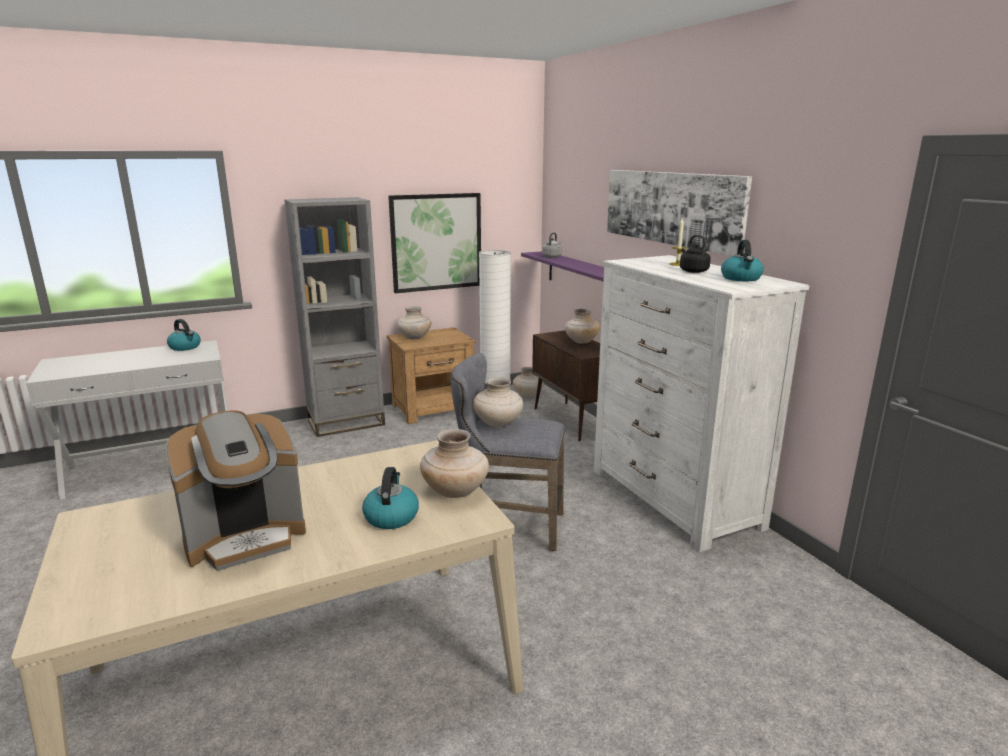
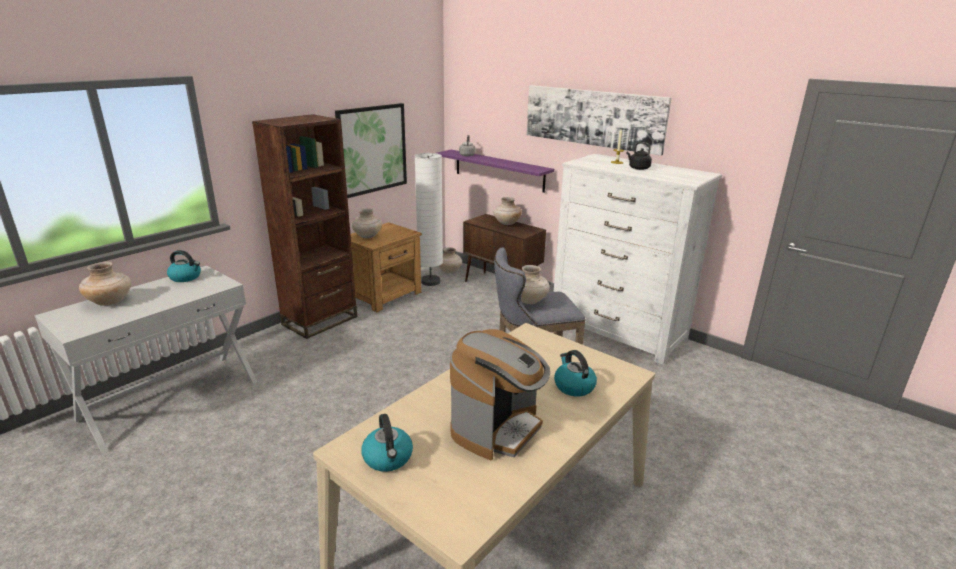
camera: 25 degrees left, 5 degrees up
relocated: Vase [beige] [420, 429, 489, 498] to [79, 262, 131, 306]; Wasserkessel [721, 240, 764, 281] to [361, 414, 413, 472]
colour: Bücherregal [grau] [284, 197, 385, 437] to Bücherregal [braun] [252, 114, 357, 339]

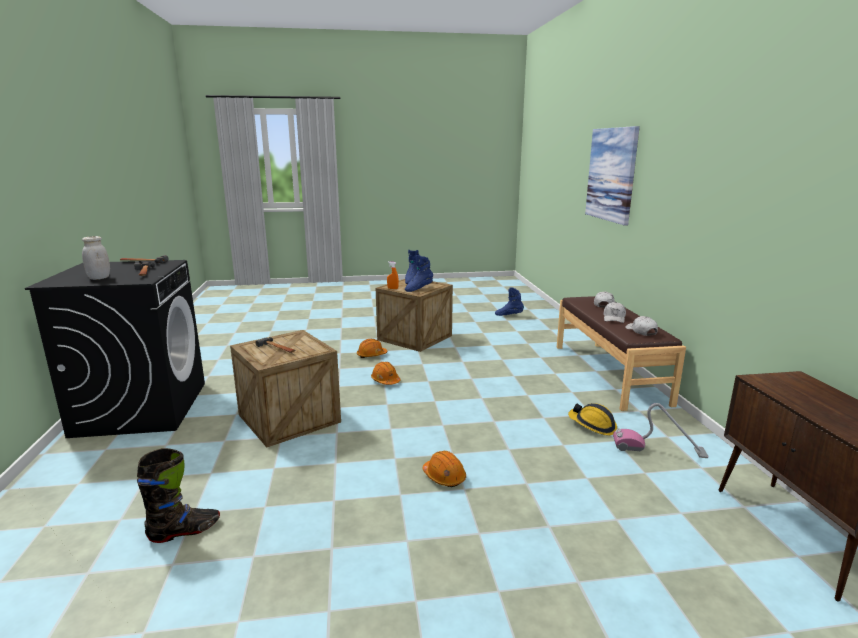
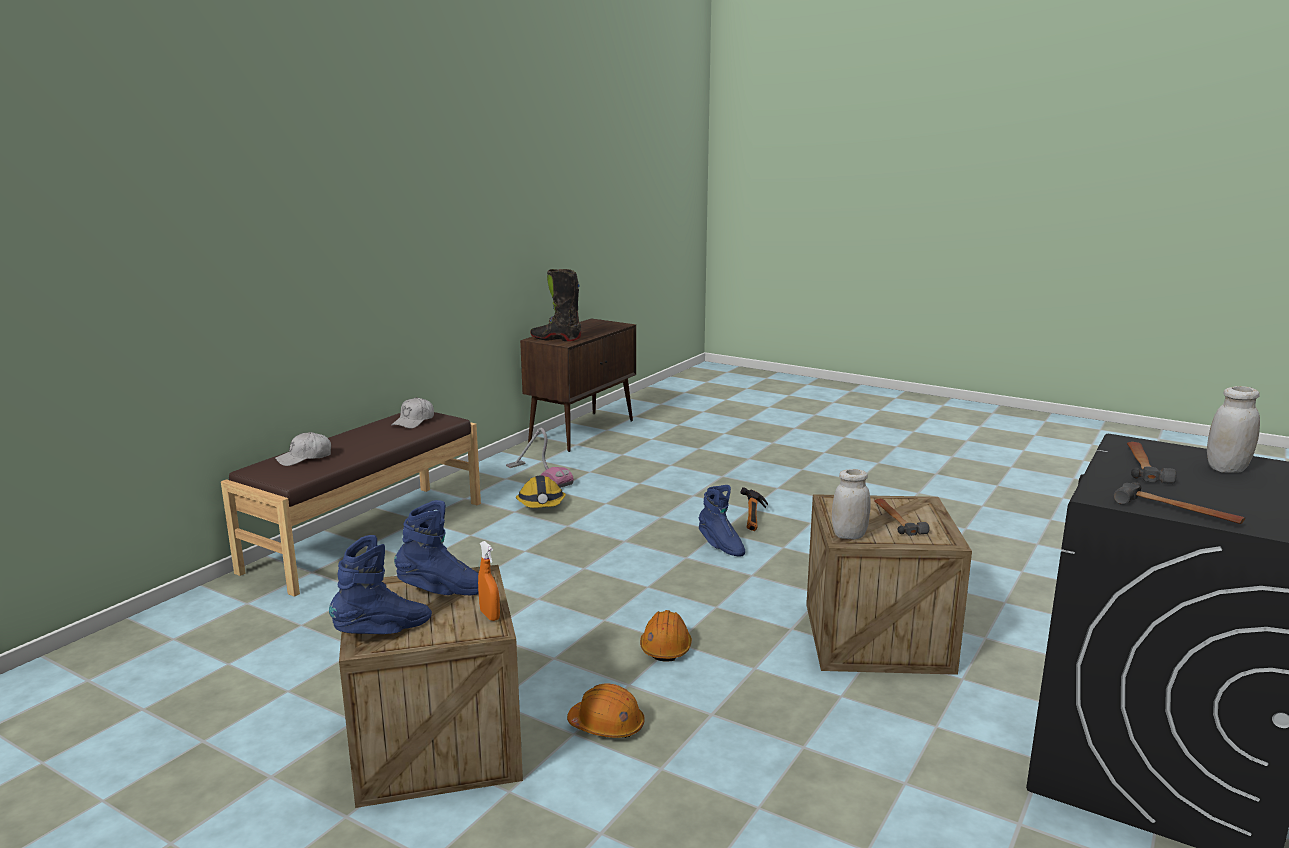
camera: 140 degrees left, 0 degrees up
missing: Bild [585, 126, 640, 226]; Kappe [weiß] [603, 302, 626, 323]
appeared: Vorratsglas [weiß] [832, 469, 871, 539]
relocated: Stiefel [schwarz] [137, 448, 220, 543] to [530, 269, 581, 341]; Stiefel [blau] [495, 287, 524, 316] to [698, 485, 745, 557]
exchanged: Schutzhelm [orange] [422, 451, 466, 487] to Hammer [741, 487, 768, 531]

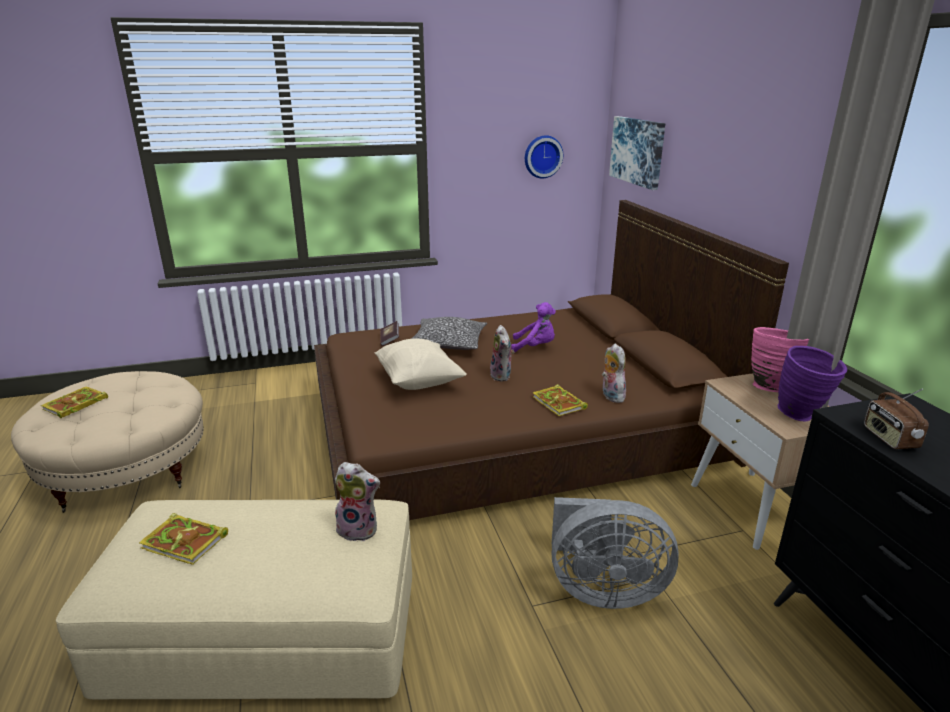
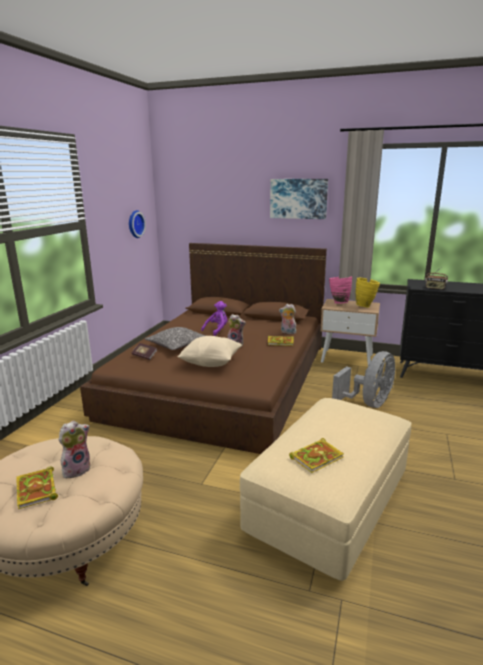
camera: 55 degrees left, 5 degrees down
relocated: Plüschtier [335, 462, 380, 541] to [59, 421, 91, 478]; Bild [609, 116, 665, 190] to [270, 179, 328, 219]
colour: Vase [lila] [777, 346, 847, 421] to Vase [gelb] [355, 278, 380, 308]

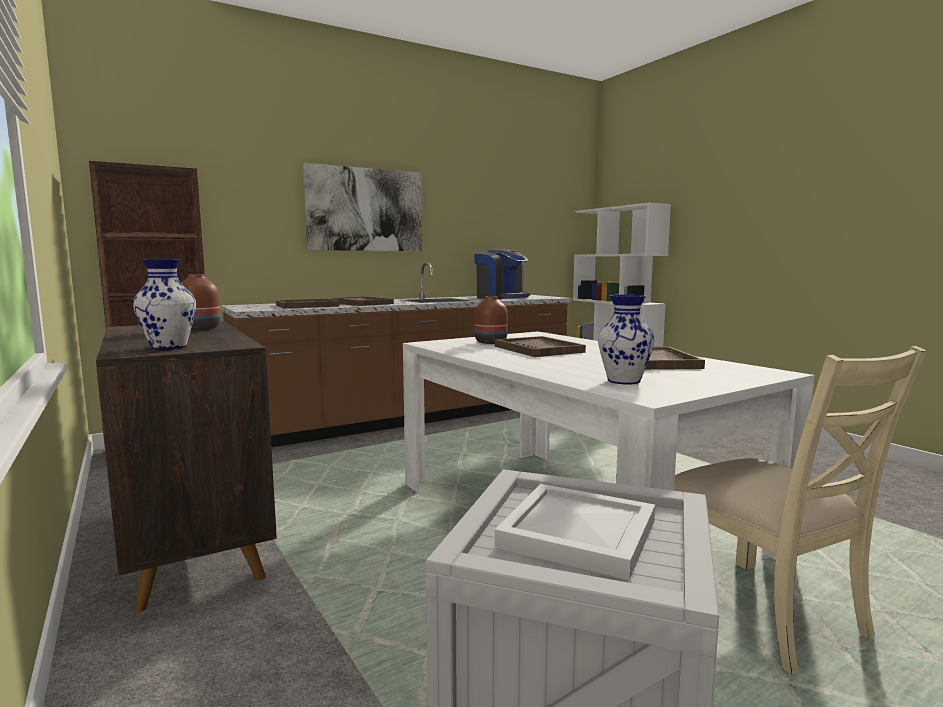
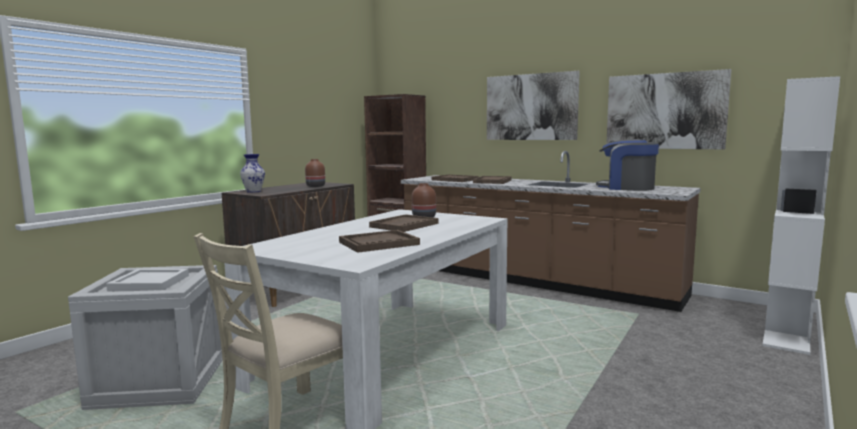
camera: 65 degrees right, 0 degrees up
missing: Vase [598, 294, 655, 385]
appeared: Bild [606, 69, 731, 149]
spun: Kaffeemaschine [474, 249, 530, 299] = [596, 139, 659, 191] 105 degrees clockwise

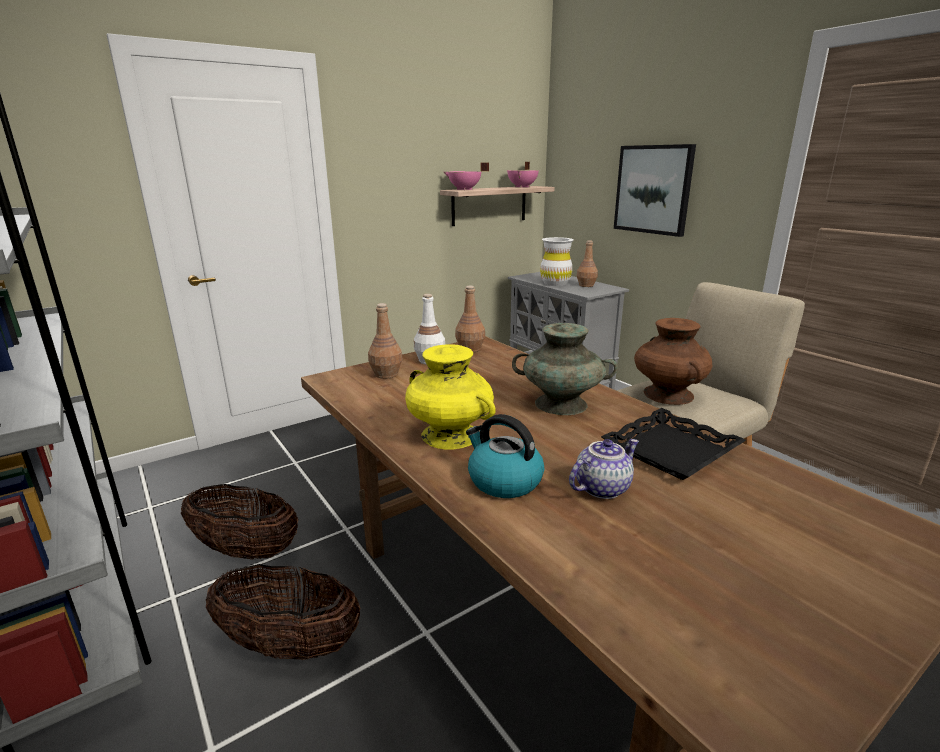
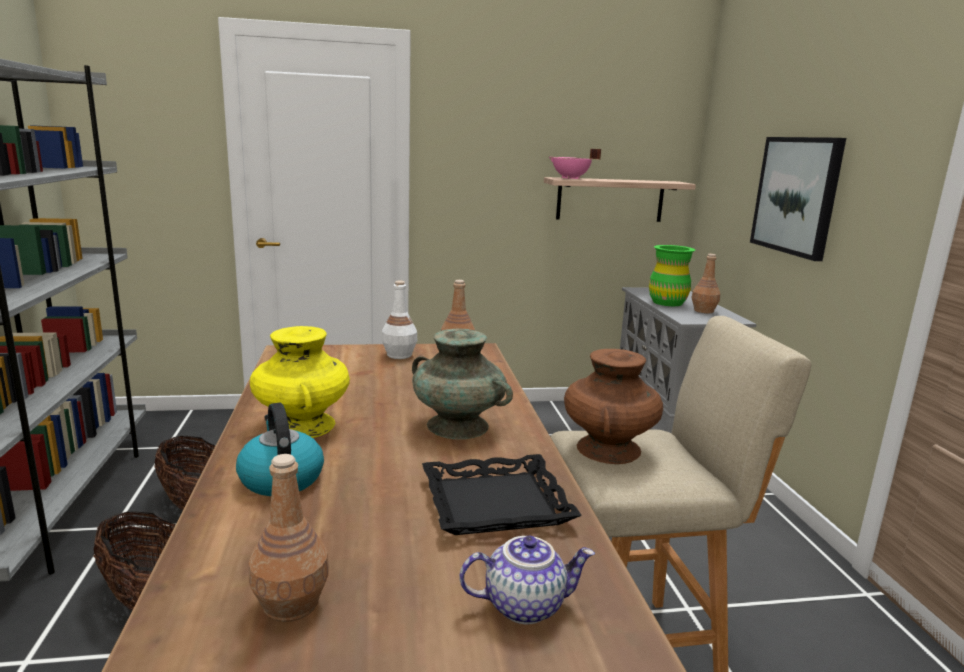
camera: 25 degrees right, 5 degrees down
missing: Kochtopf [rosa] [507, 162, 539, 188]
relocated: Flasche [braun] [368, 303, 403, 379] to [249, 454, 329, 622]; Teekanne [569, 439, 639, 499] to [459, 536, 595, 624]
colour: Vase [weiß] [540, 237, 574, 286] to Vase [grün] [649, 245, 695, 306]

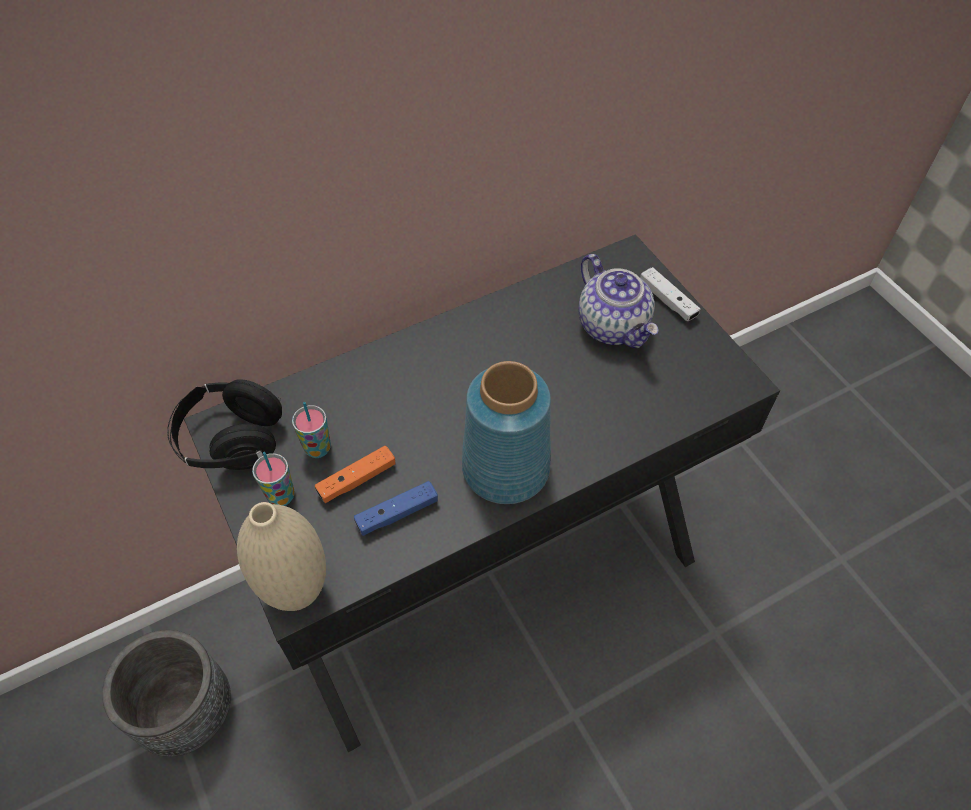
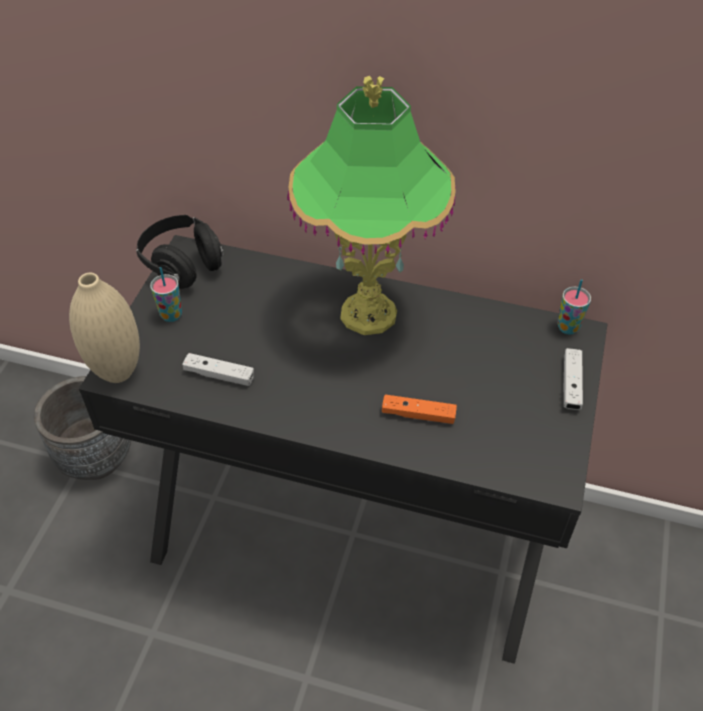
camera: 45 degrees right, 5 degrees down
missing: Vase [blau] [462, 361, 551, 504]; Teekanne [579, 254, 659, 348]
appeared: Tischlampe [287, 76, 456, 335]
relocated: Tasse [292, 402, 331, 458] to [558, 279, 591, 335]; Gamepad [orange] [315, 446, 395, 503] to [382, 394, 457, 424]
colour: Gamepad [blau] [354, 481, 438, 536] to Gamepad [weiß] [183, 353, 254, 386]

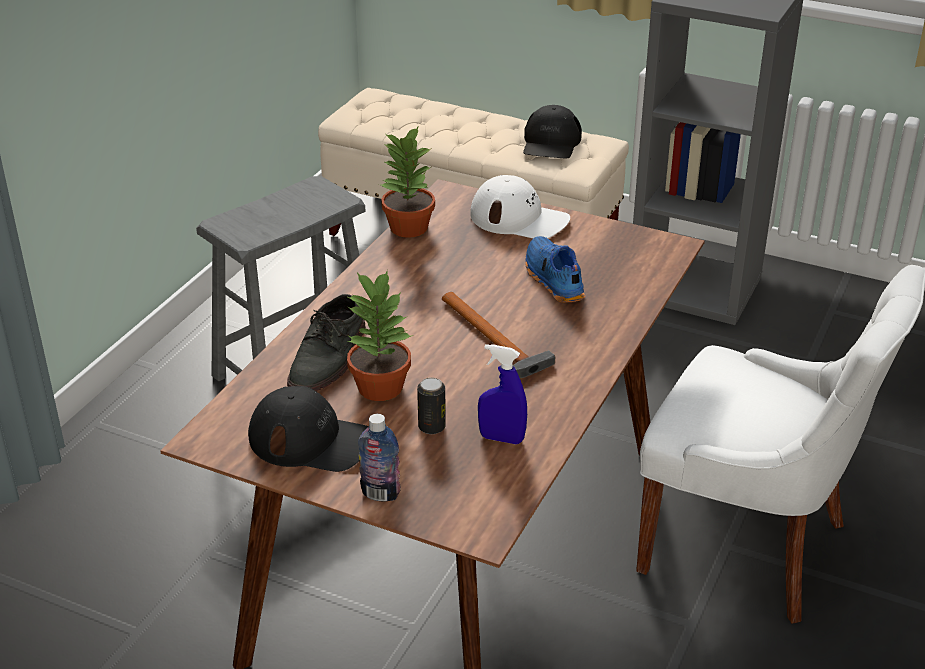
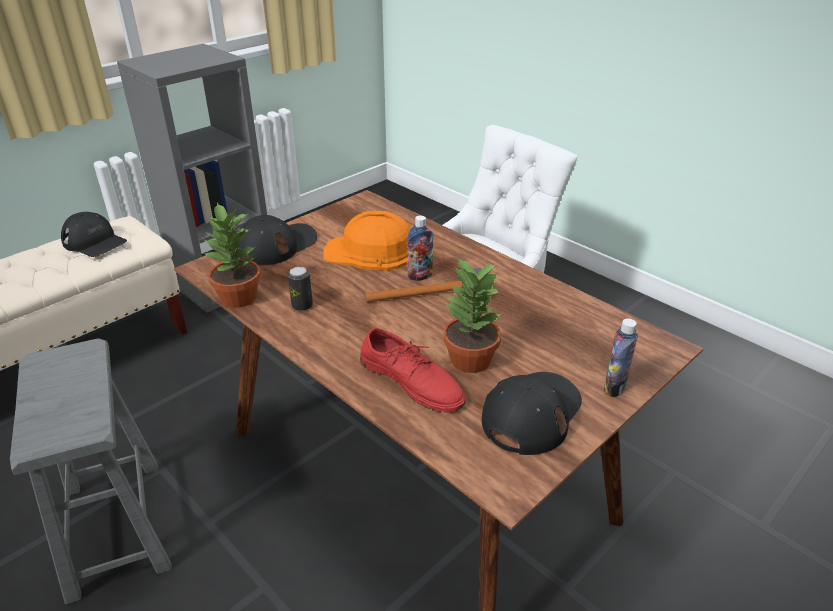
camera: 70 degrees left, 0 degrees up
missing: Sprühflasche [blau] [478, 344, 527, 444]
appeared: Flasche [407, 216, 434, 281]
relocated: Dose [417, 377, 446, 434] to [288, 266, 313, 311]
exchanged: Schuh [blau] [525, 236, 585, 302] to Schutzhelm [orange] [323, 211, 411, 271]
colour: Schuh [grau] [287, 294, 366, 391] to Schuh [rot] [360, 328, 466, 413]; Kappe [weiß] [470, 175, 570, 238] to Kappe [schwarz] [236, 215, 317, 266]

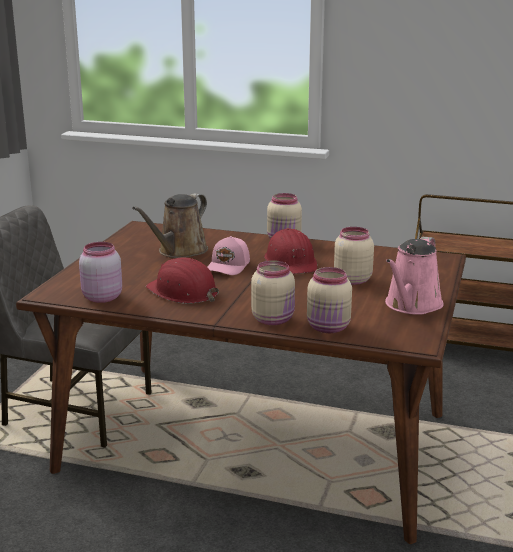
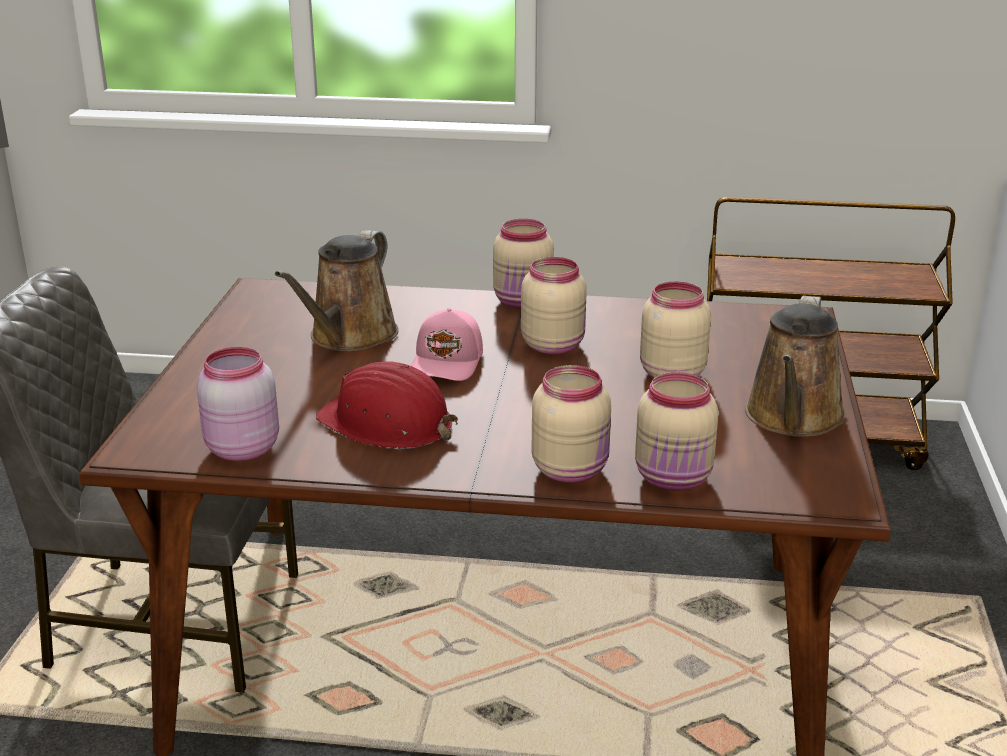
camera: 10 degrees left, 5 degrees up
exchanged: Schutzhelm [rot] [264, 228, 317, 274] to Vorratsglas [beige] [521, 257, 587, 354]
colour: Gießkanne [rosa] [385, 237, 444, 315] to Gießkanne [braun] [745, 296, 846, 437]

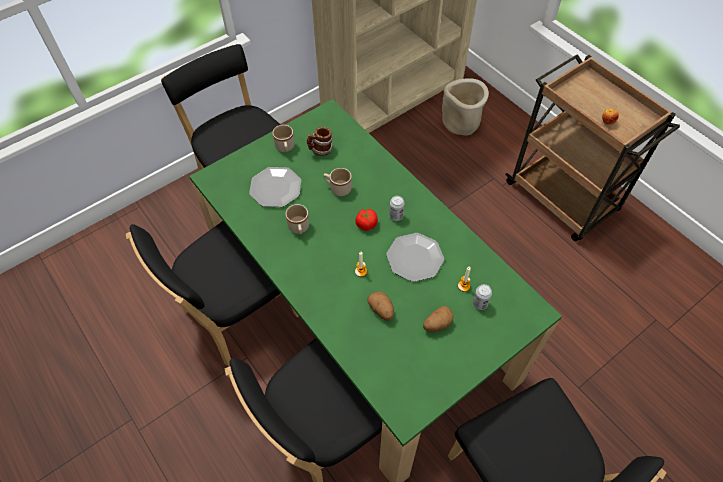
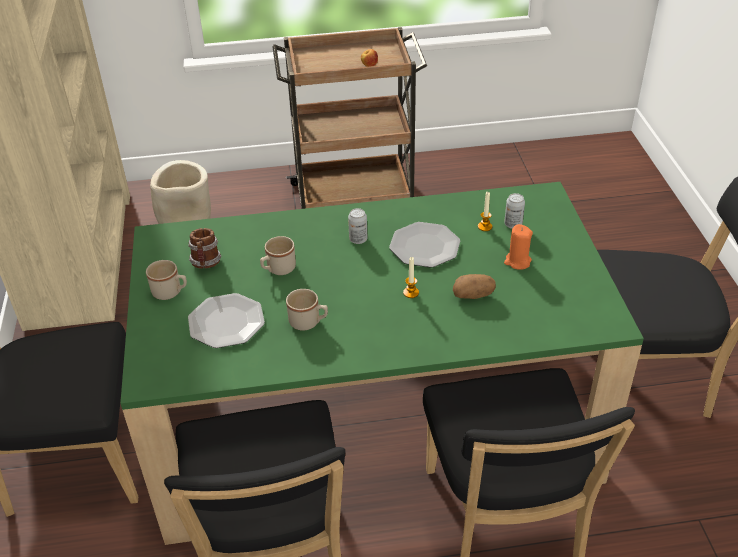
camera: 60 degrees left, 15 degrees down
missing: Tomate [355, 209, 378, 231]
exchanged: Kartoffel [423, 306, 453, 332] to Kerze [orange] [504, 224, 533, 270]

